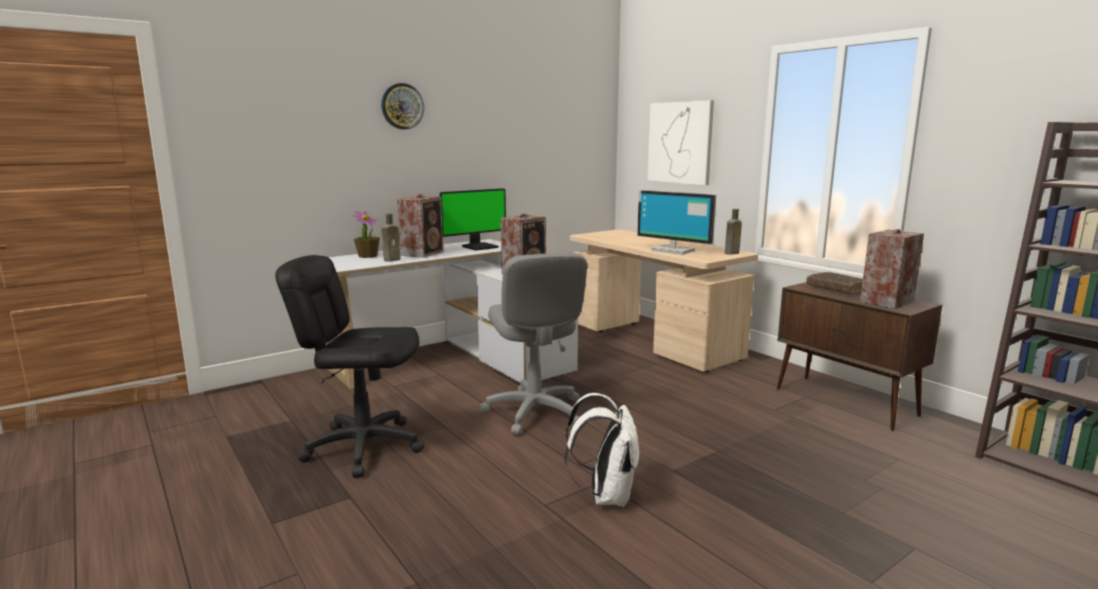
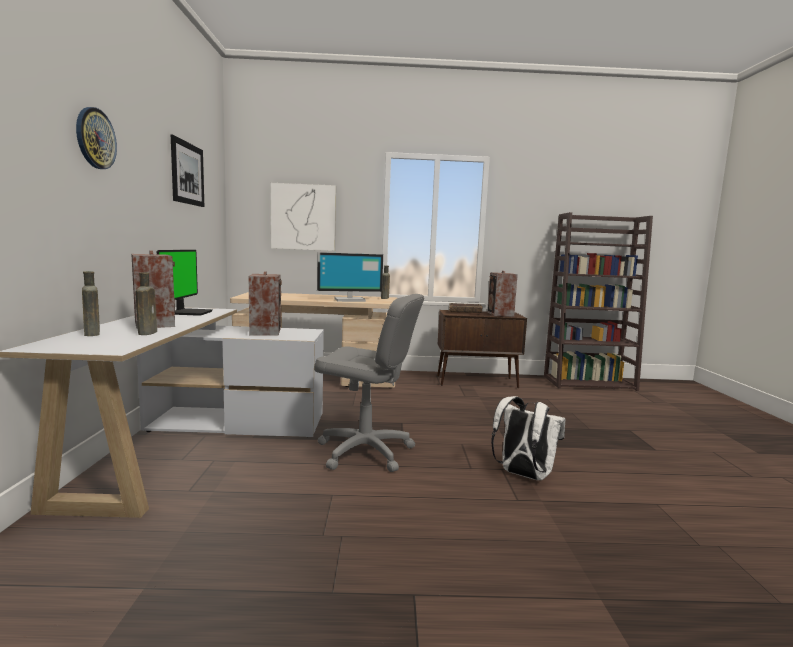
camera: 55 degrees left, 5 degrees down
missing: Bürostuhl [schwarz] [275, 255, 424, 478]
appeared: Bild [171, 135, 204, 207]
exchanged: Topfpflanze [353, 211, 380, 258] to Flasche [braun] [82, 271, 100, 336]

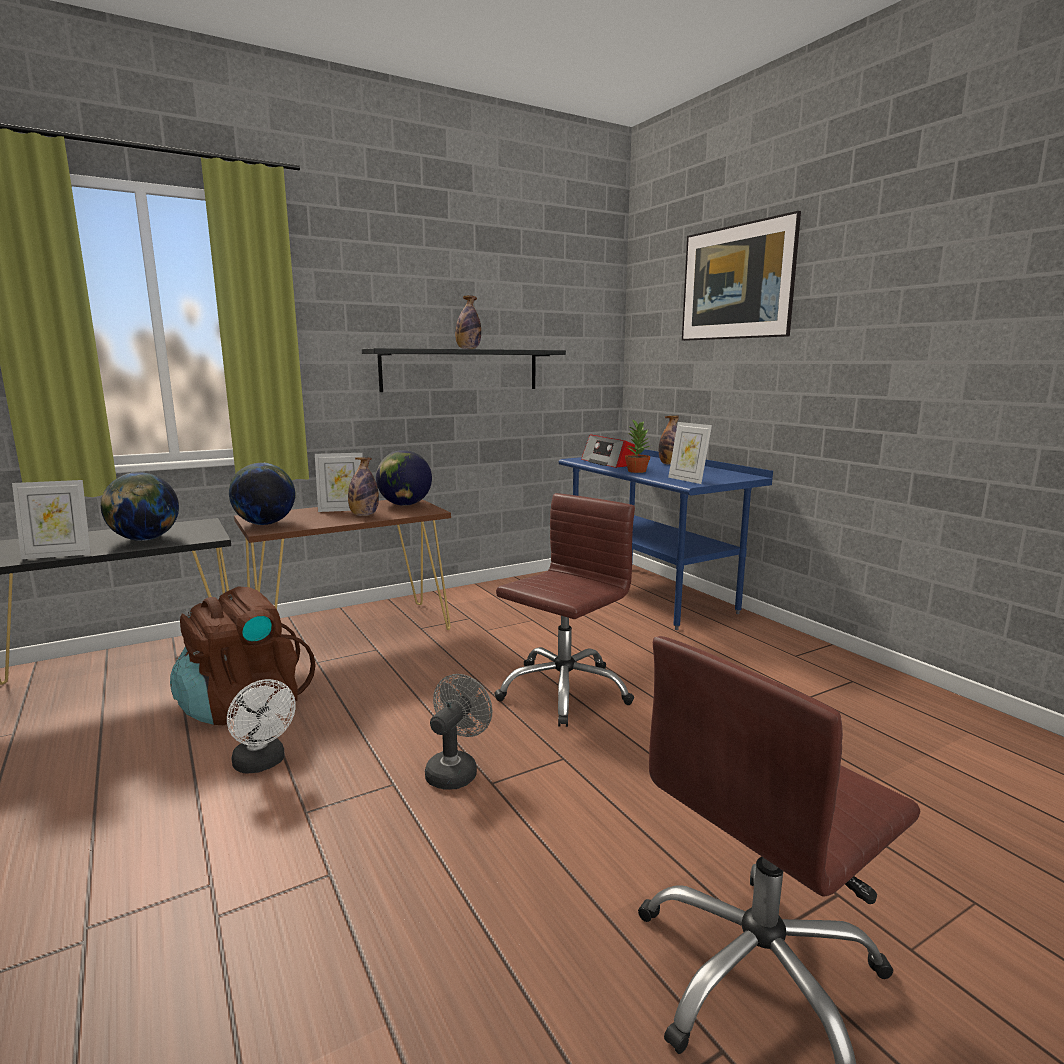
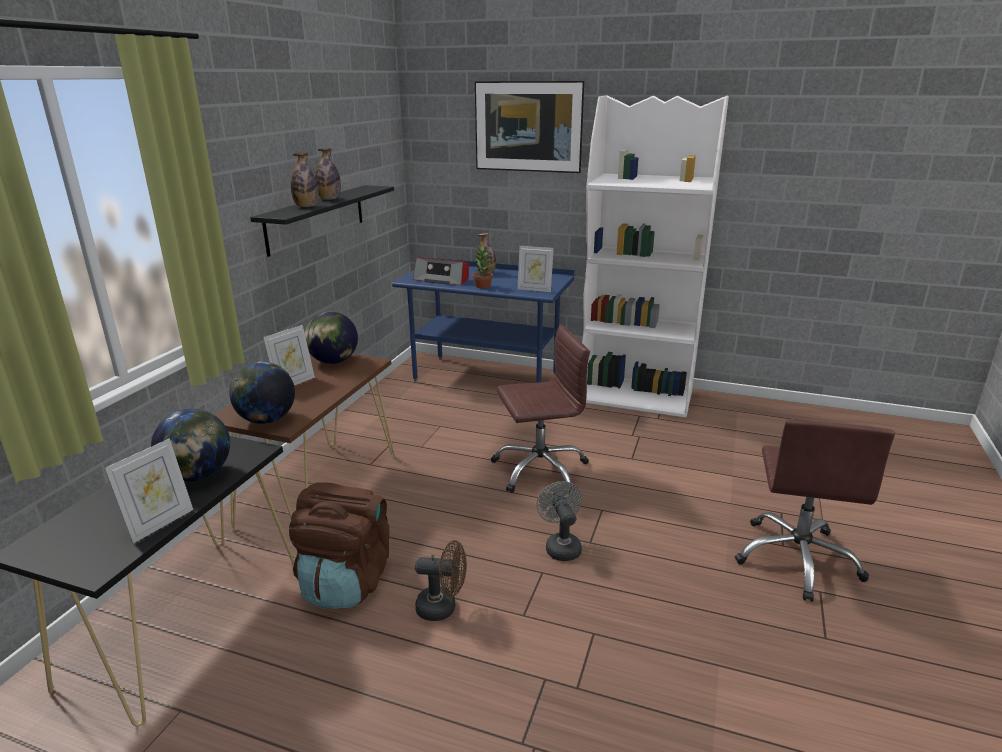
camera: 40 degrees left, 10 degrees up
appeared: Bücherregal [weiß] [582, 95, 729, 418]
relocated: Flasche [348, 457, 379, 516] to [291, 153, 319, 207]
colour: Ventilator [weiß] [227, 679, 296, 773] to Ventilator [braun] [415, 540, 467, 621]
spun: Bürostuhl [braun] [494, 493, 635, 727] = [491, 325, 590, 493] 75 degrees clockwise

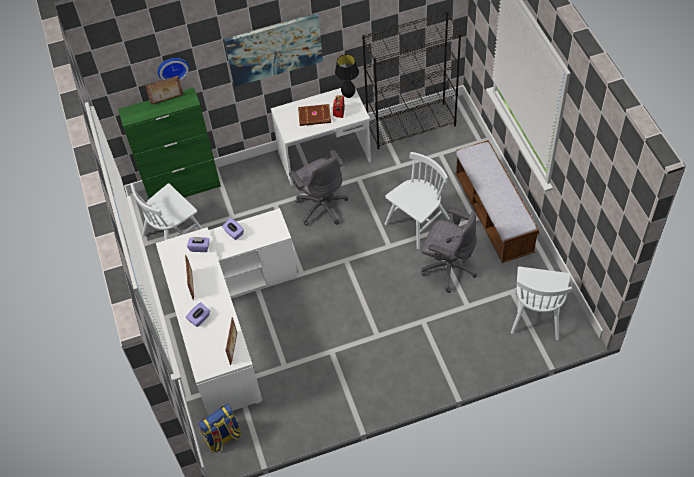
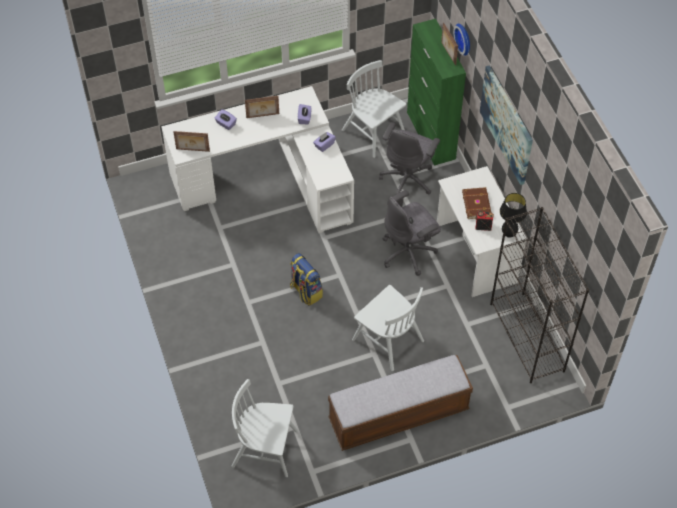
camera: 85 degrees right, 0 degrees up
relocated: Rucksack [198, 404, 241, 452] to [290, 253, 323, 306]; Bürostuhl [grau] [421, 207, 477, 293] to [379, 122, 440, 195]

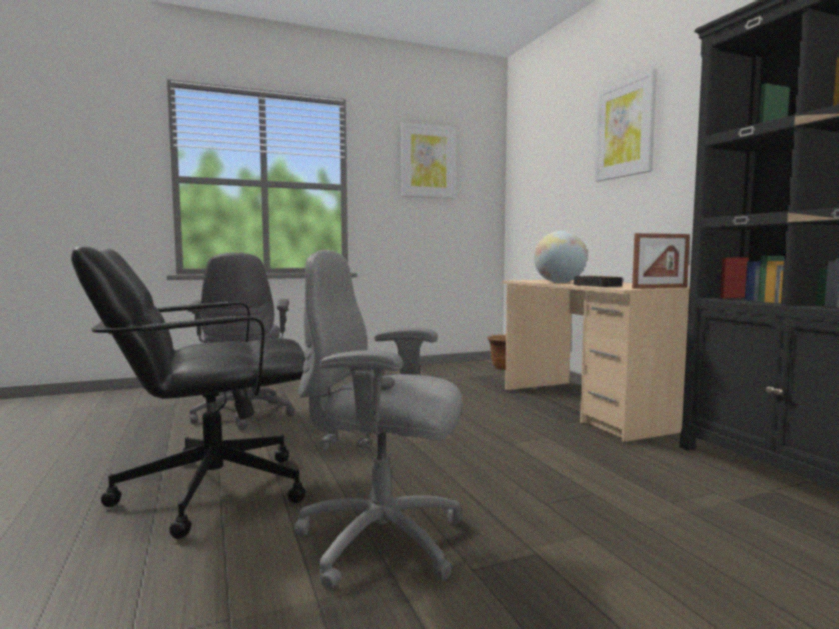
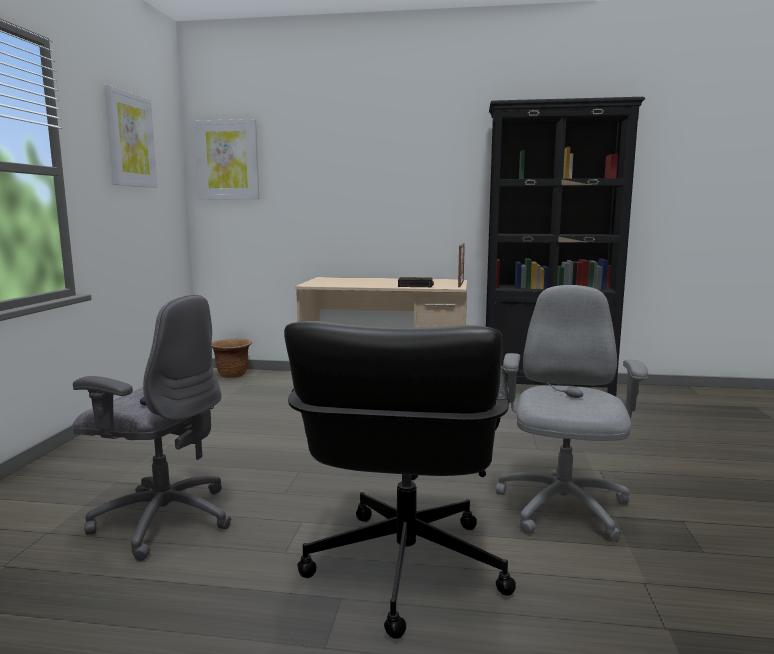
camera: 60 degrees left, 5 degrees up
missing: Globus [534, 231, 587, 283]
relocated: Bild [595, 69, 657, 182] to [195, 119, 259, 199]
spun: Bürostuhl [grau] [294, 250, 462, 590] = [495, 285, 648, 541] 150 degrees clockwise

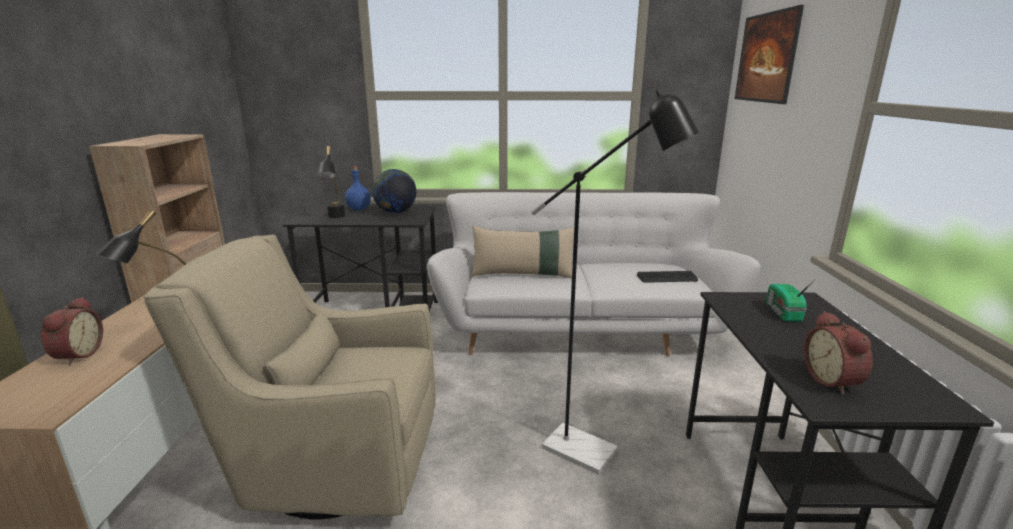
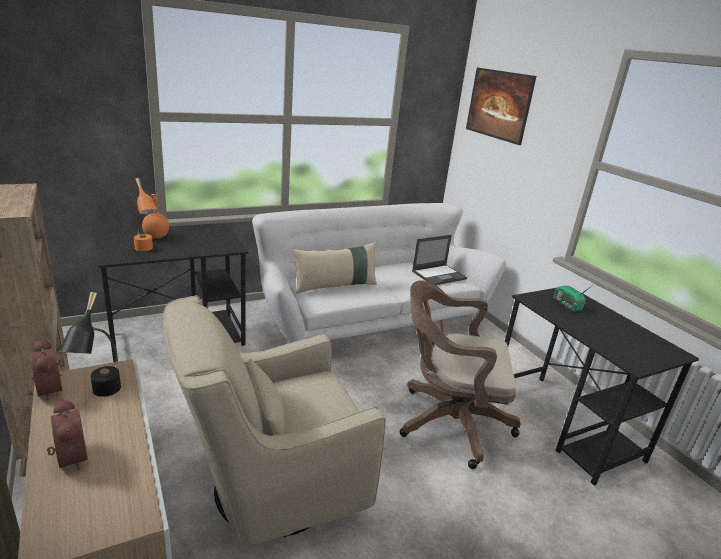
camera: 30 degrees left, 5 degrees up
missing: Globus [372, 169, 417, 214]
relocated: Wecker [804, 311, 873, 395] to [30, 339, 65, 401]
exchanged: Stehlampe [schwarz] [531, 90, 700, 475] to Bürostuhl [braun] [400, 280, 521, 469]; Tastatur [637, 271, 698, 283] to Laptop [412, 235, 467, 285]
colour: Tischlampe [schwarz] [317, 146, 345, 218] to Tischlampe [orange] [134, 178, 158, 251]; Flasche [blau] [345, 166, 371, 210] to Flasche [orange] [142, 194, 169, 239]

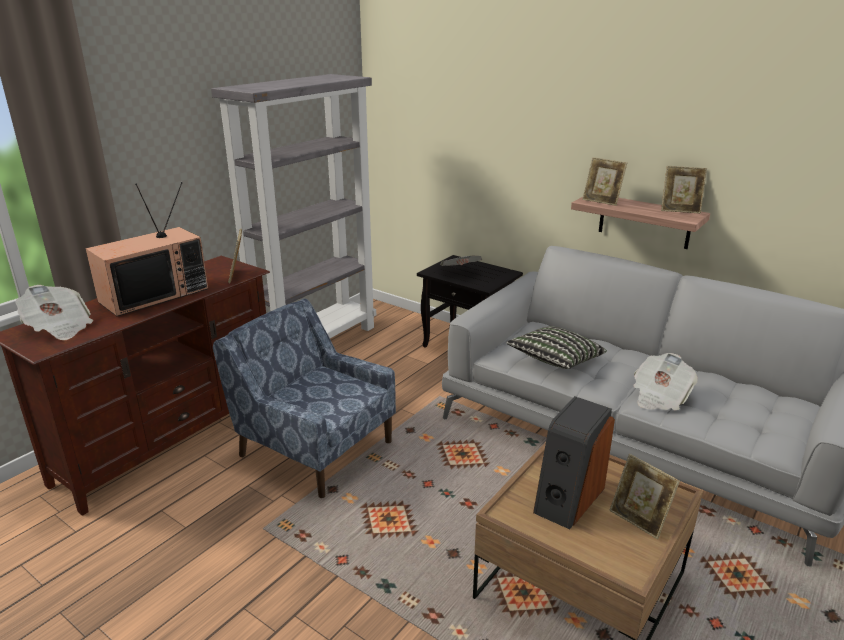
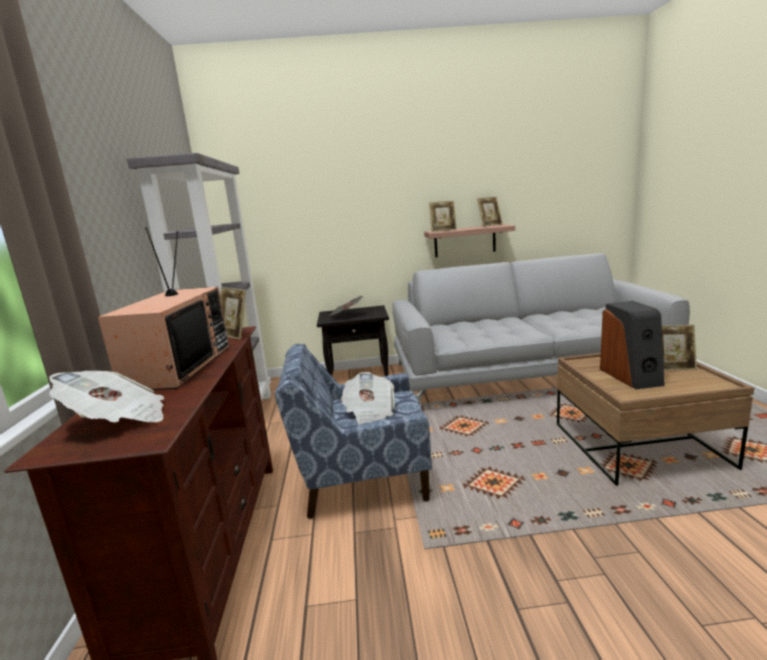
camera: 40 degrees left, 10 degrees down
missing: Kissen [506, 326, 607, 369]
relocated: Zeitung [634, 353, 698, 411] to [341, 372, 395, 424]

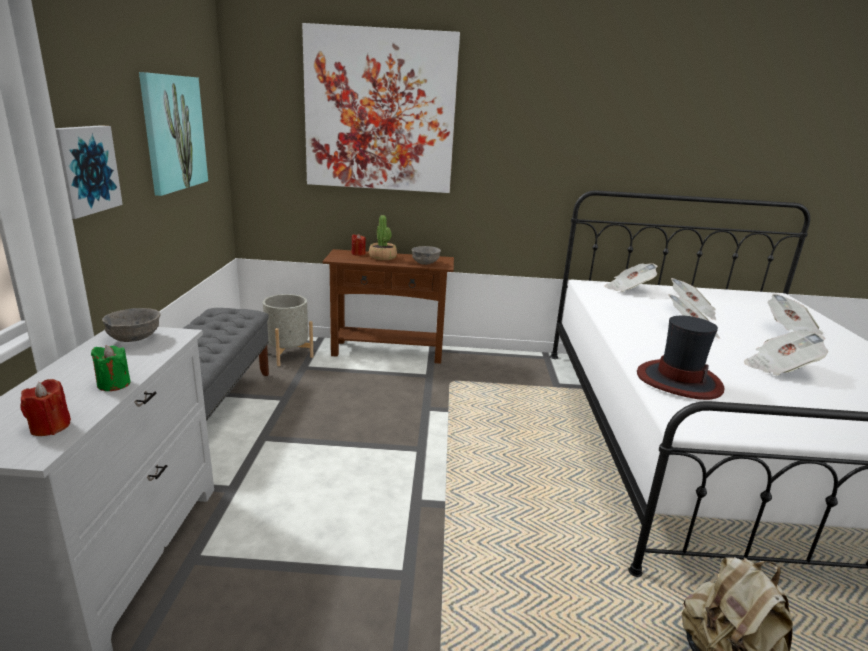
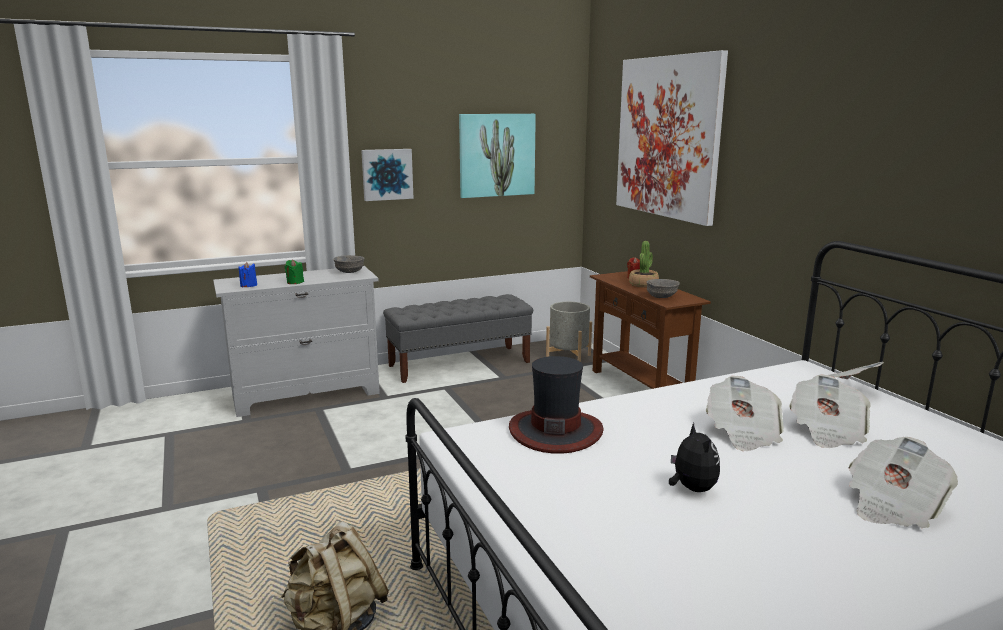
camera: 65 degrees right, 5 degrees down
exchanged: Zeitung [744, 331, 828, 375] to Plüschtier [669, 423, 720, 492]
colour: Kerze [rot] [20, 379, 71, 436] to Kerze [blau] [238, 262, 257, 287]

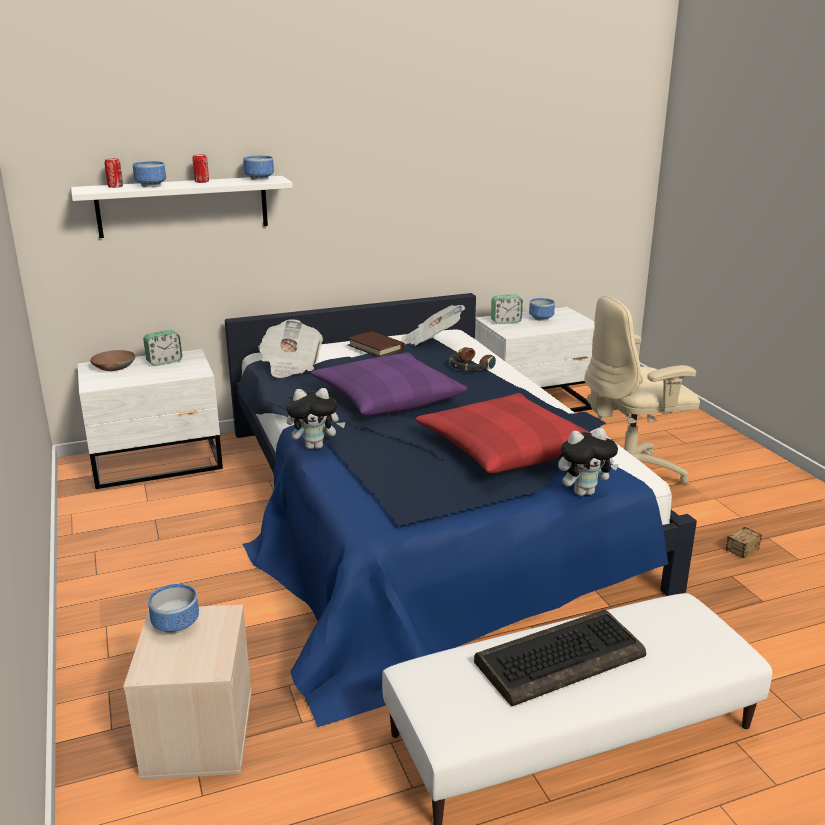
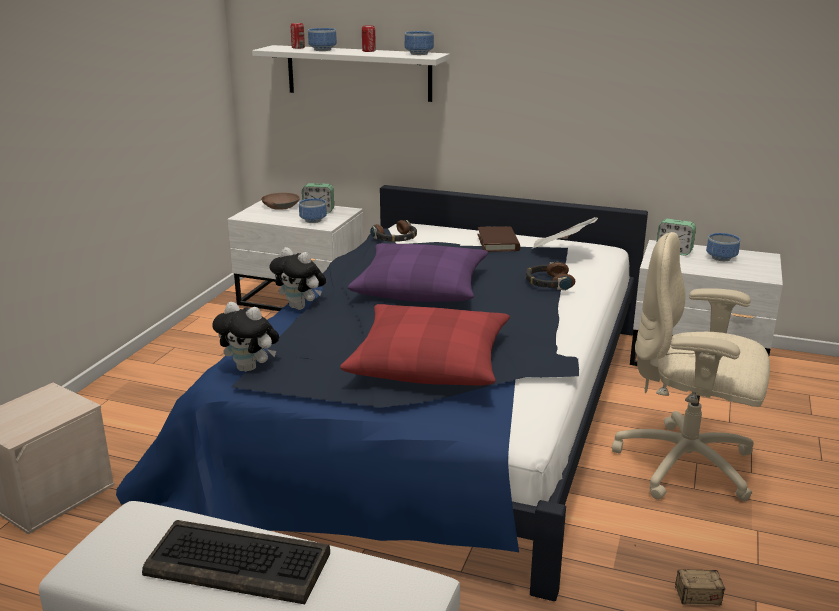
camera: 40 degrees right, 0 degrees up
relocated: Schüssel [148, 584, 199, 633] to [299, 198, 327, 223]; Plüschtier [558, 428, 619, 496] to [212, 302, 279, 372]
exchanged: Zeitung [258, 319, 323, 378] to Kopfhörer [370, 220, 417, 242]

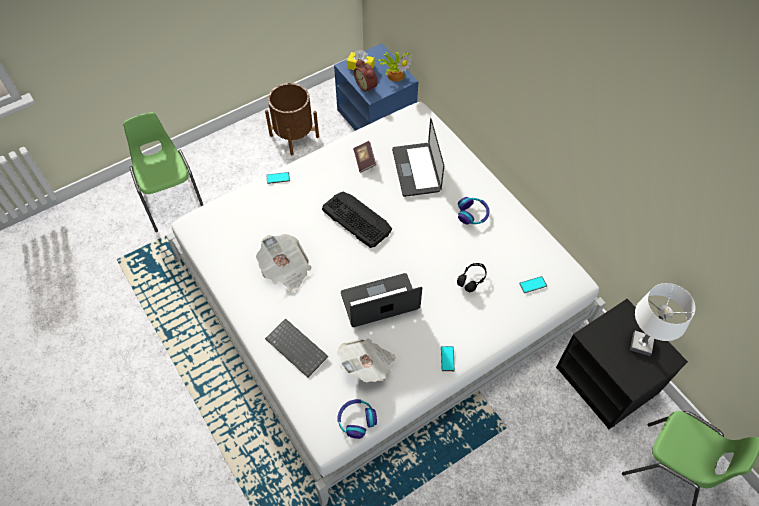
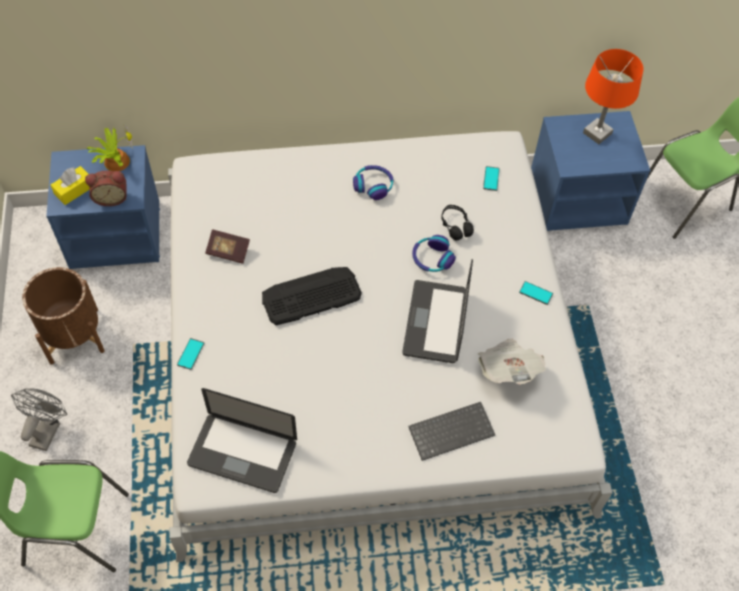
camera: 65 degrees left, 0 degrees up
missing: Zeitung [256, 234, 312, 292]
appeared: Ventilator [grau] [11, 389, 67, 451]
relocated: Kopfhörer [337, 399, 377, 439] to [412, 235, 456, 272]; Laptop [392, 117, 444, 197] to [187, 388, 297, 493]
colour: Nachttisch [schwarz] [556, 299, 688, 429] to Nachttisch [blau] [531, 111, 651, 231]; Tischlampe [weiß] [630, 283, 695, 356] to Tischlampe [orange] [583, 49, 644, 144]

